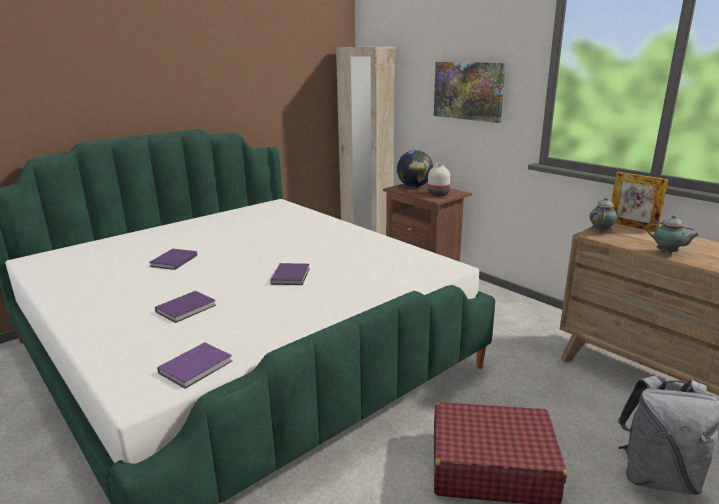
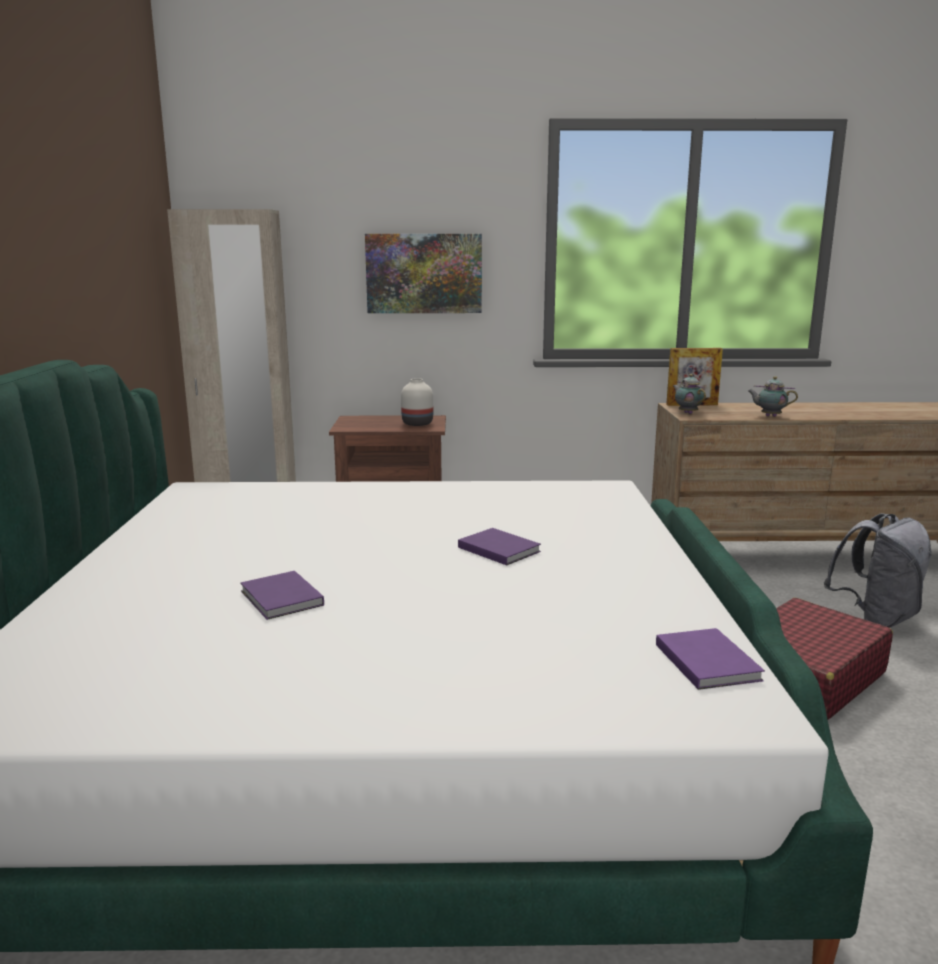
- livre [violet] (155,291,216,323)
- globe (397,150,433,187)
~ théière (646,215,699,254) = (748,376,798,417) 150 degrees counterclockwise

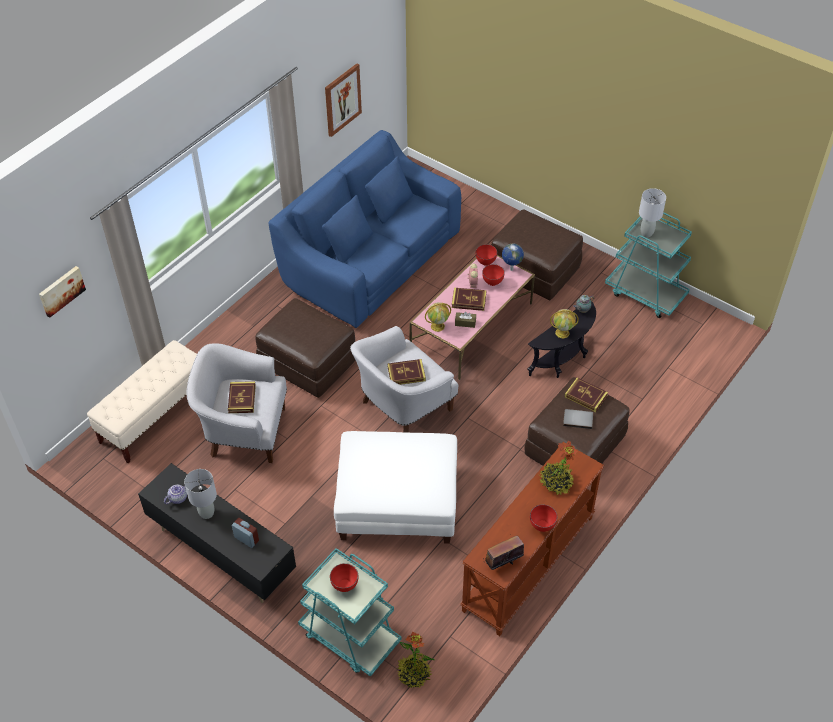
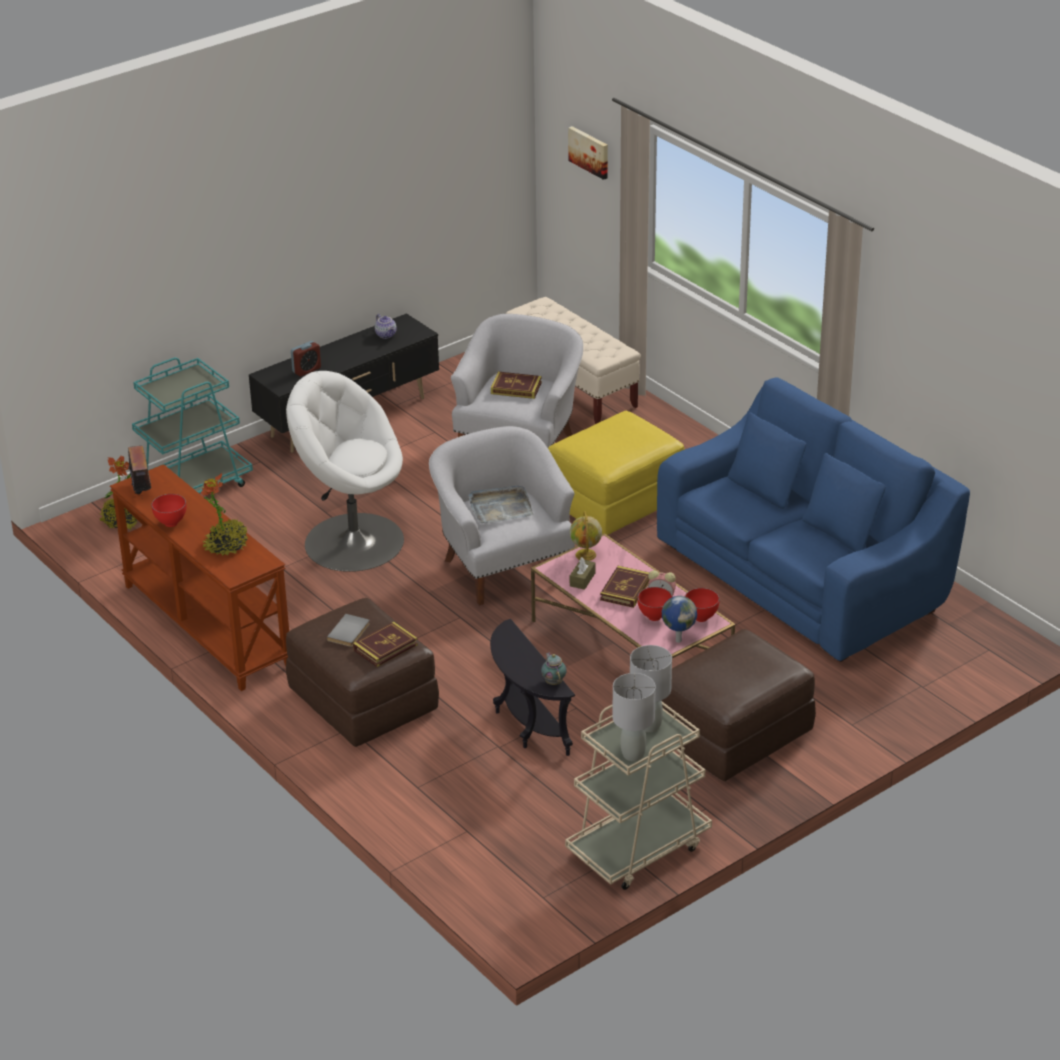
~ lampe de table [gris] (184,469,217,519) to (613,673,656,761)
~ pouf [marron] (255,298,355,398) to pouf [jaune] (548,411,685,535)
- tableau (325,63,362,137)
- bol [rouge] (330,563,358,592)
~ pouf [blanc] (334,431,457,544) to fauteuil [blanc] (286,371,404,572)
~ livre (387,359,426,385) to plateau [gris] (468,485,533,523)
- globe (550,309,579,338)
~ chariot [turquoise] (605,212,692,318) to chariot [beige] (565,702,712,890)

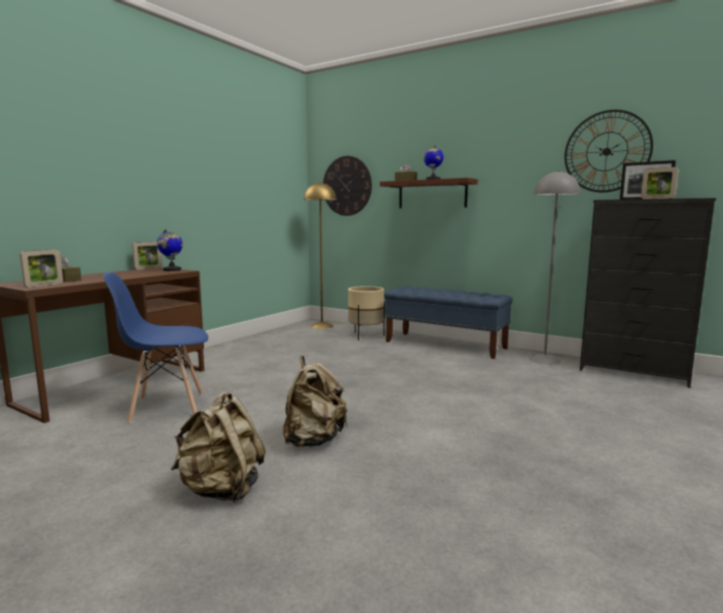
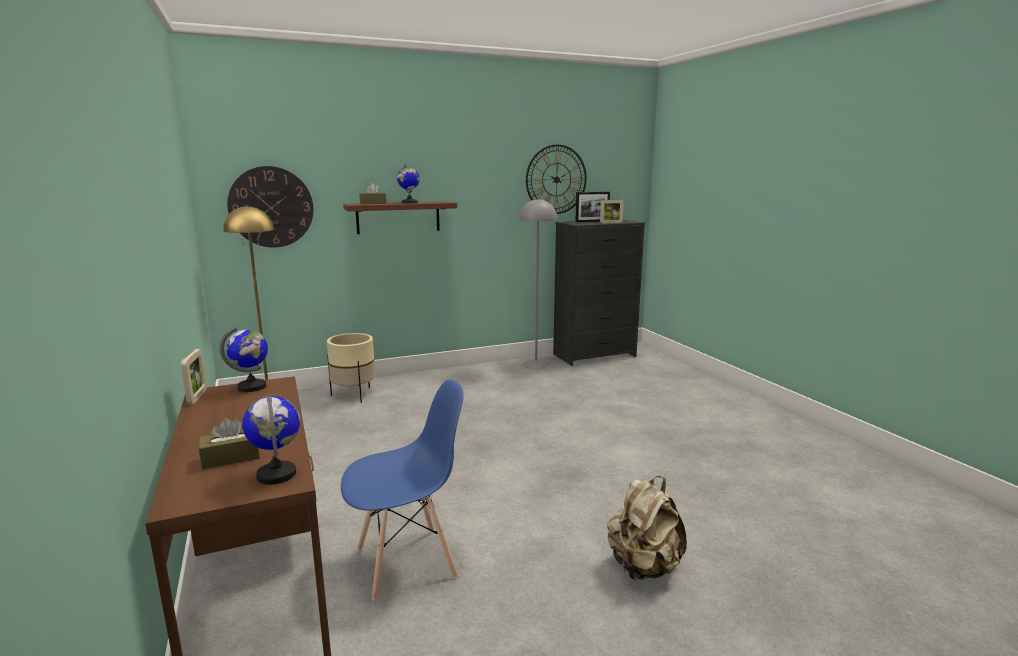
~ cadre photo (20,249,63,288) to globe (242,396,300,485)
~ chaise [bleu] (103,272,208,423) = (341,380,464,601) 135 degrees counterclockwise
- sac à dos [beige] (283,356,348,447)
- banc [bleu] (384,286,513,359)

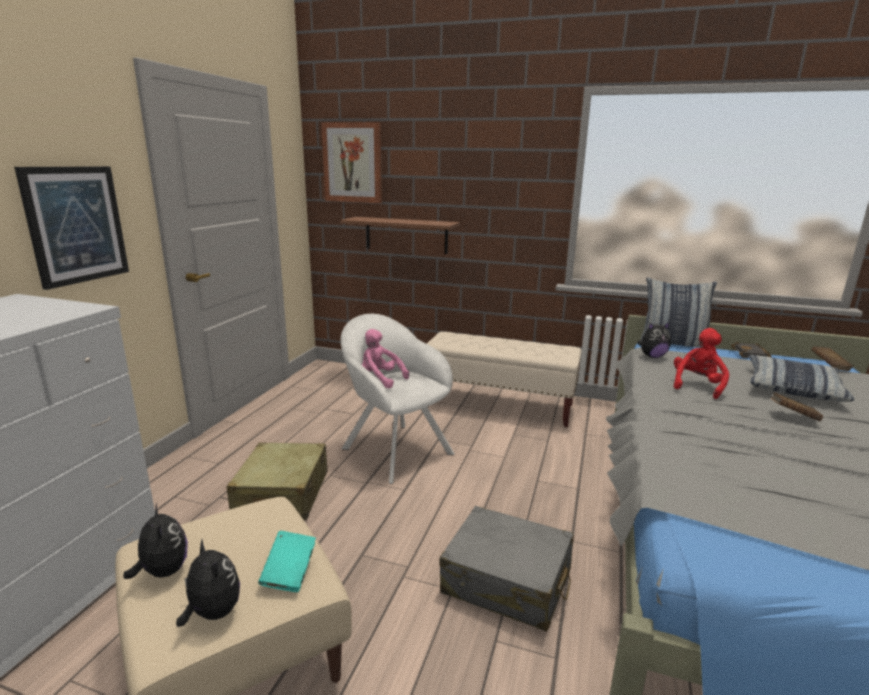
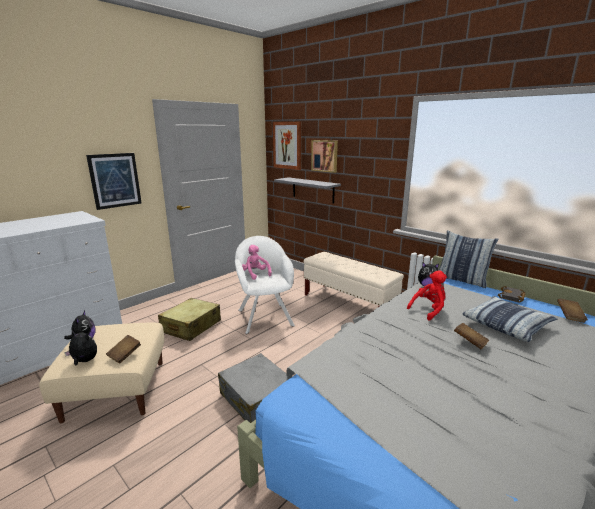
~ peluche (176,540,240,627) = (64,331,97,366) 60 degrees counterclockwise
~ livre [turquoise] (258,531,316,592) to livre [marron] (106,335,141,363)
~ étagère [marron] (341,217,460,254) to étagère [gris] (274,177,341,203)
+ tableau (311,140,338,173)

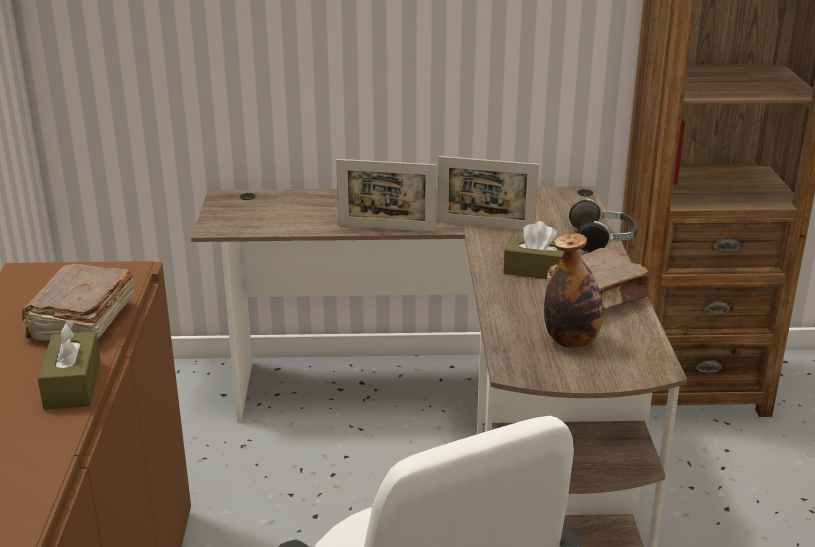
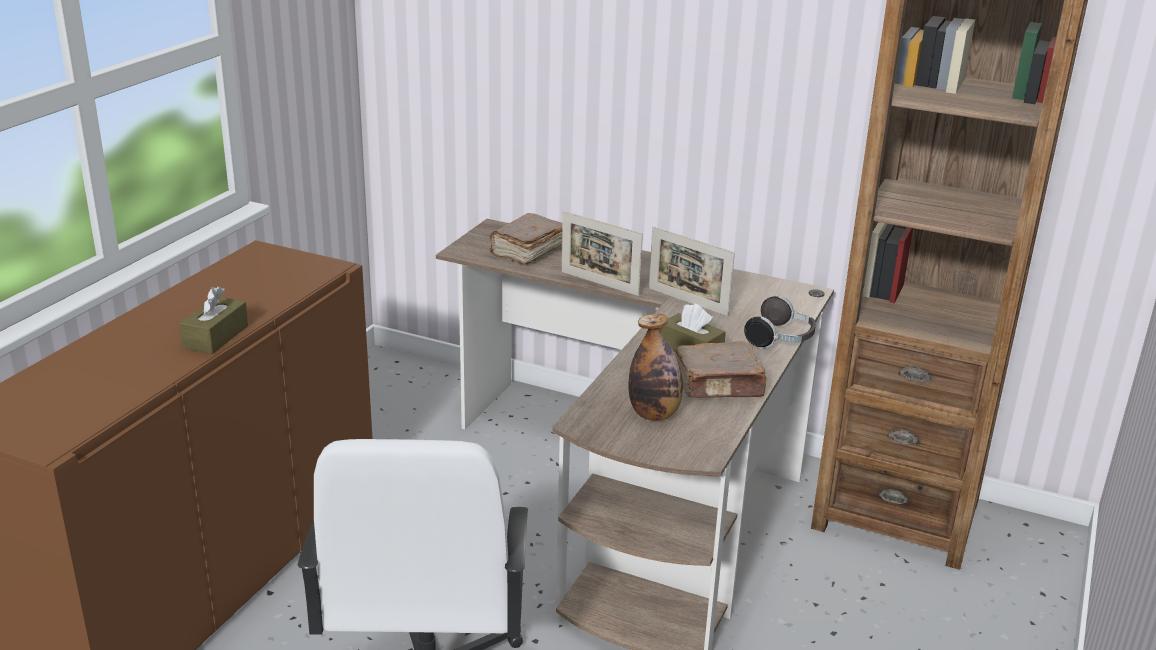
~ livre [marron] (22,264,135,343) to (490,213,562,266)

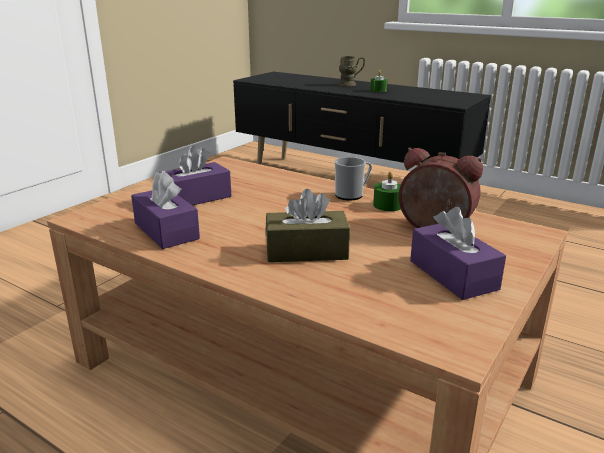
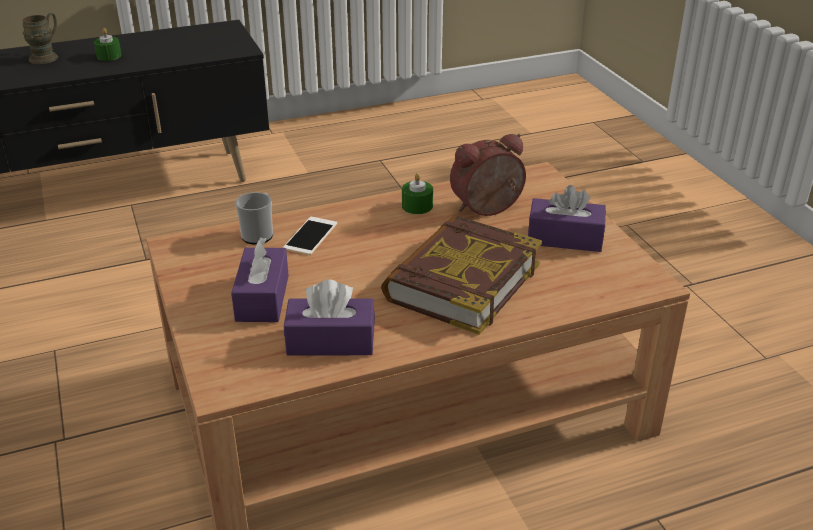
~ boîte à mouchoirs [marron] (266,189,350,262) to livre (381,215,542,335)
~ mug (334,157,372,200) to (235,192,273,245)
+ téléphone (283,217,337,255)

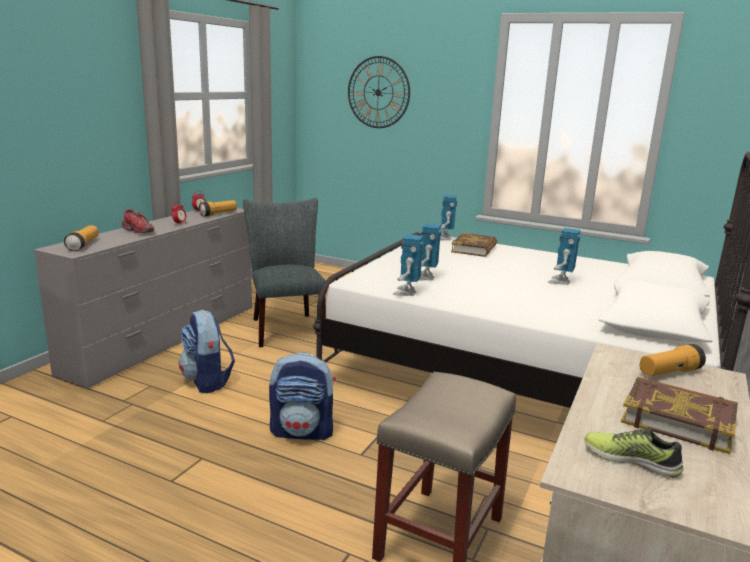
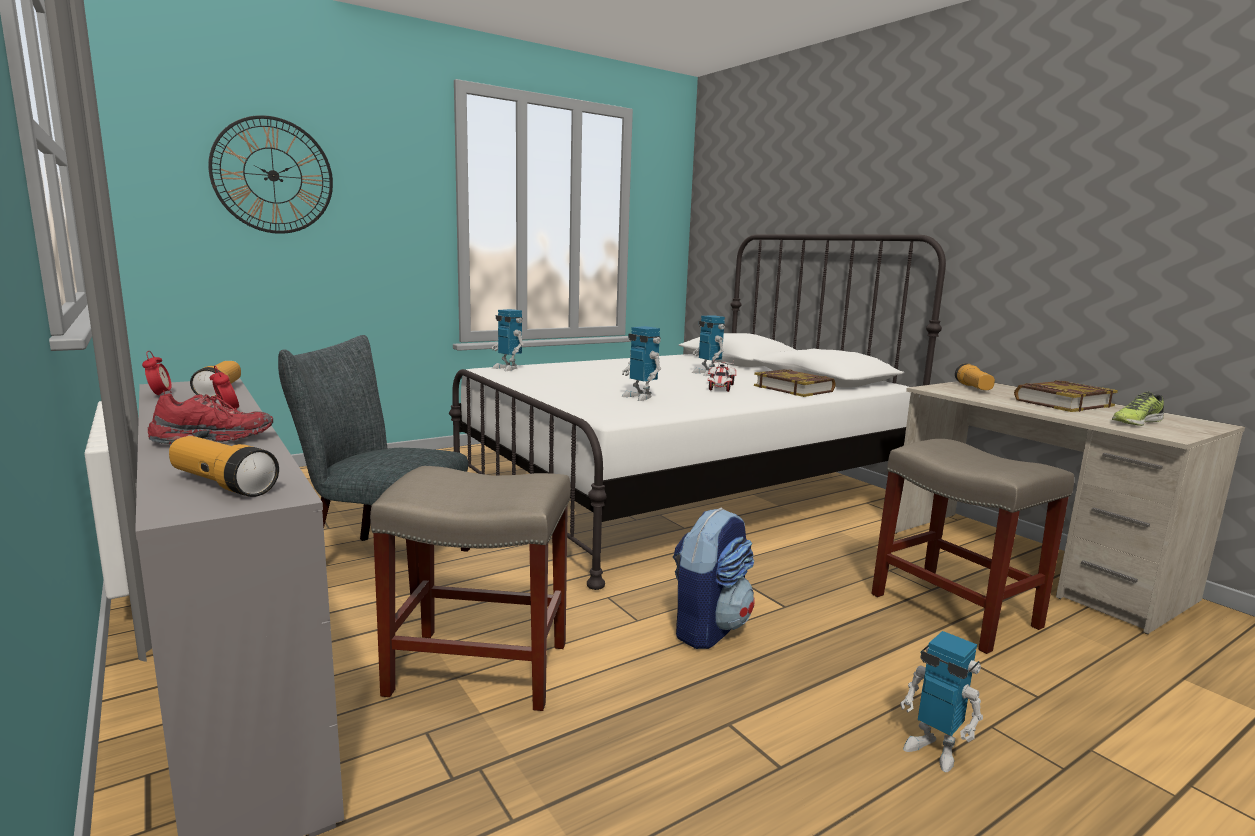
~ sac à dos (179,310,235,393) to tabouret [beige] (370,466,571,711)
~ robot jouet (393,234,423,296) to (900,631,983,772)
~ livre (451,233,497,257) to (754,369,836,397)
+ petite voiture (707,359,736,392)

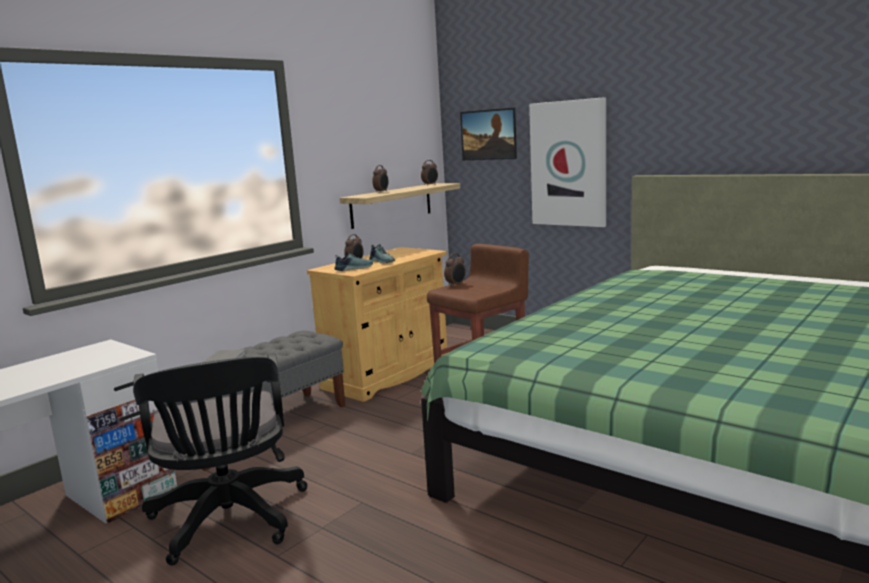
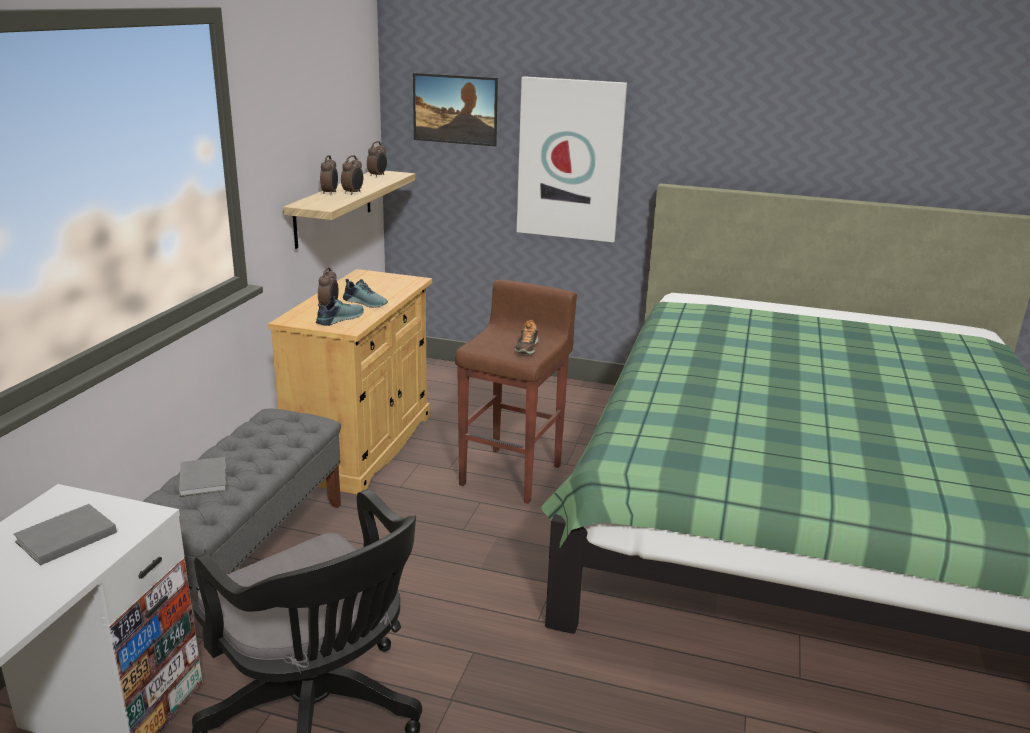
~ réveil (444,253,466,287) to (341,155,363,195)
+ livre [gris] (13,504,117,566)
+ chaussure (515,320,539,354)

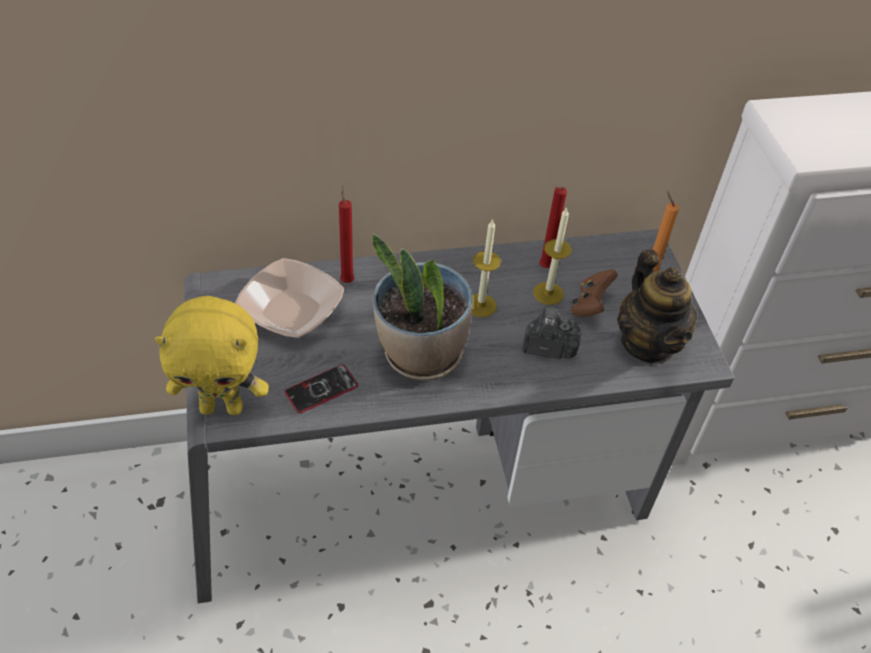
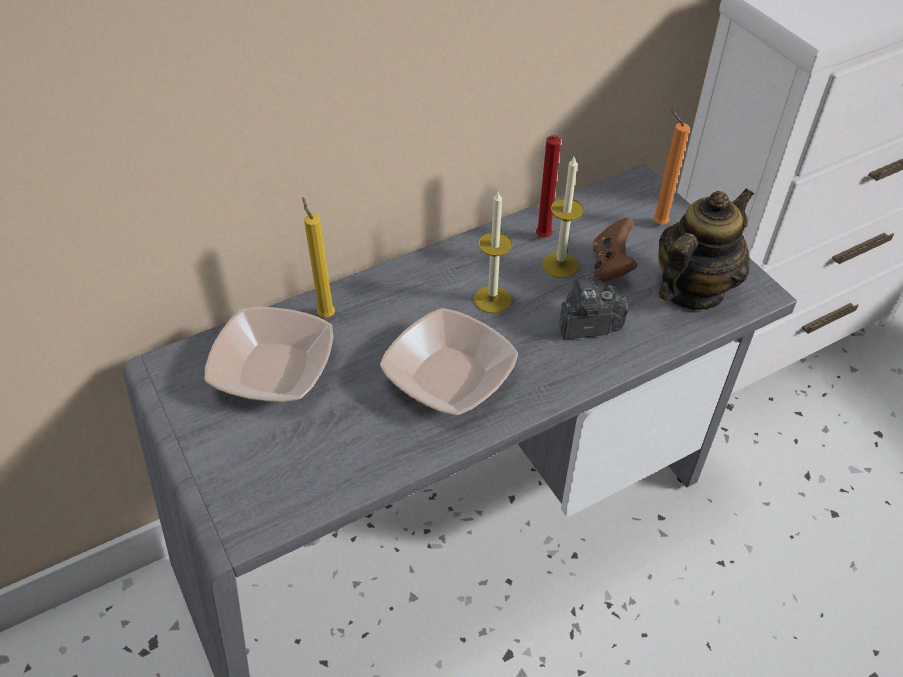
- peluche [jaune] (155,296,269,415)
- téléphone (285,364,358,413)
~ bougie [rouge] (339,186,354,283) to bougie [jaune] (302,198,335,318)
~ plante en pot (372,234,473,380) to bol (380,308,518,415)
~ théière (617,250,697,364) = (658,188,754,310) 105 degrees counterclockwise

